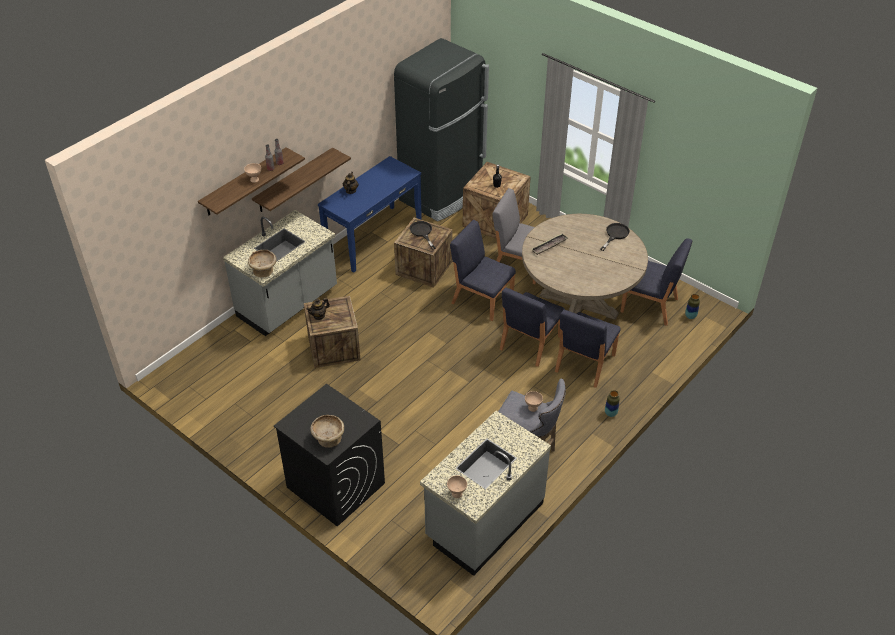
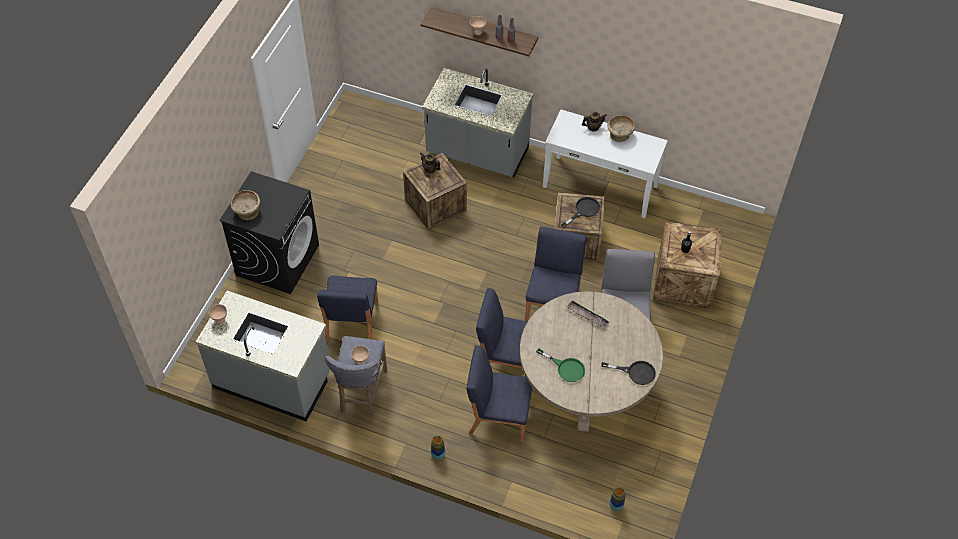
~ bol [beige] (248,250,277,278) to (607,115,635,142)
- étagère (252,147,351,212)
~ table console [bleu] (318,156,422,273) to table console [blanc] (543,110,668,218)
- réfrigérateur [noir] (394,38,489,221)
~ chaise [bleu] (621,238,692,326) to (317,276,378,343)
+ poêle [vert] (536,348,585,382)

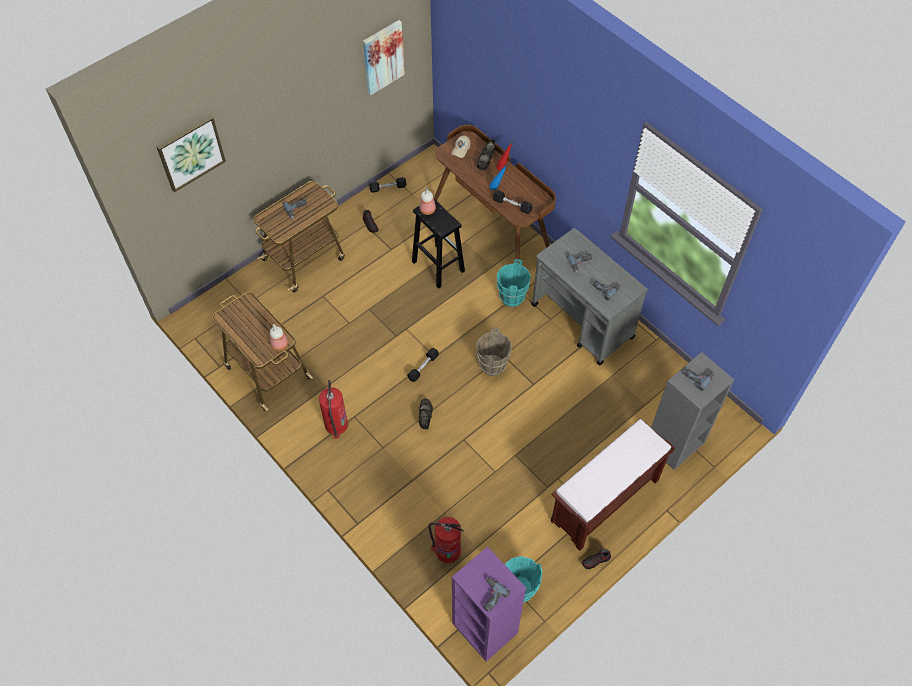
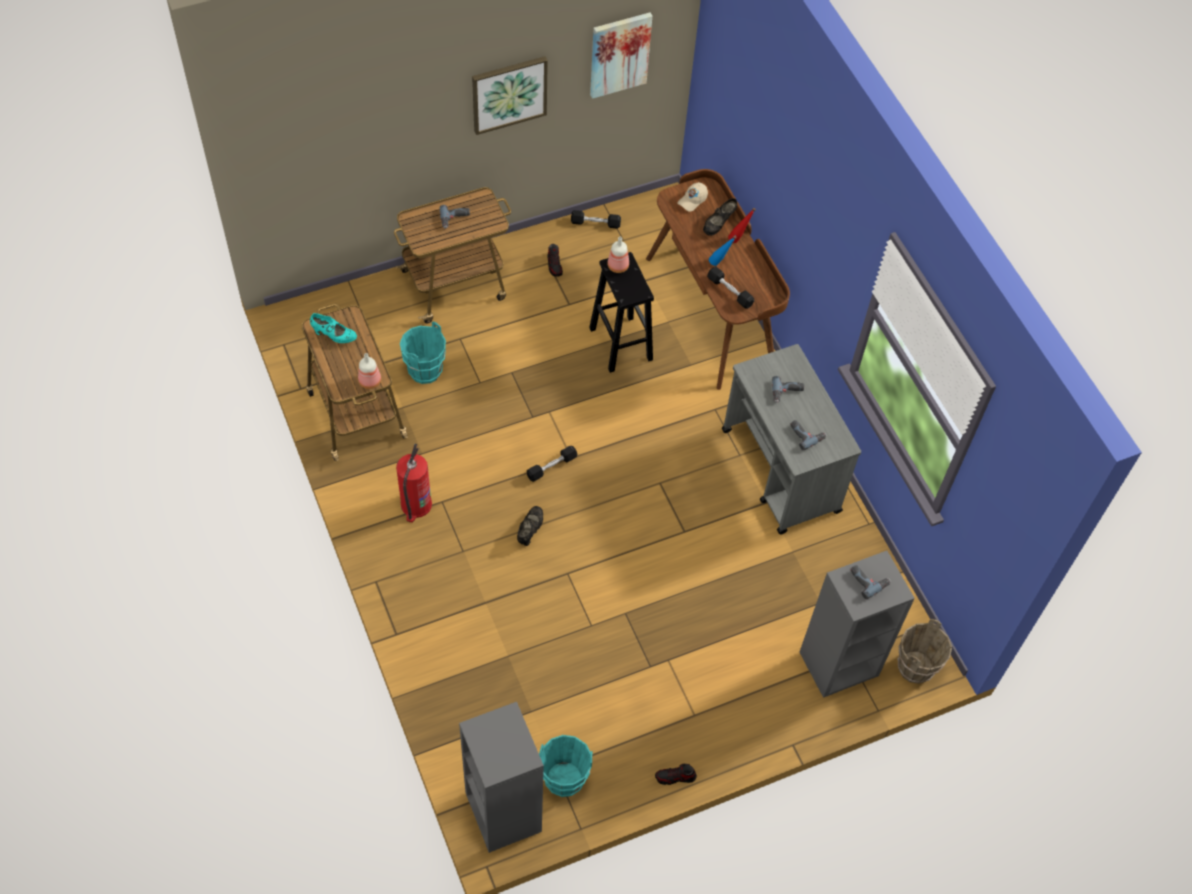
~ tableau (157,115,226,192) to (472,56,548,135)
- extincteur (428,517,464,563)
~ bibliothèque [violet] (452,546,526,662) to bibliothèque [gris] (459,702,544,853)
~ seau [marron] (476,327,512,376) to (898,619,952,684)
- perceuse (483,577,510,612)
~ seau [turquoise] (497,259,531,307) to (400,321,446,384)
- banc [marron] (551,418,675,551)
+ chaussure [turquoise] (310,313,357,343)

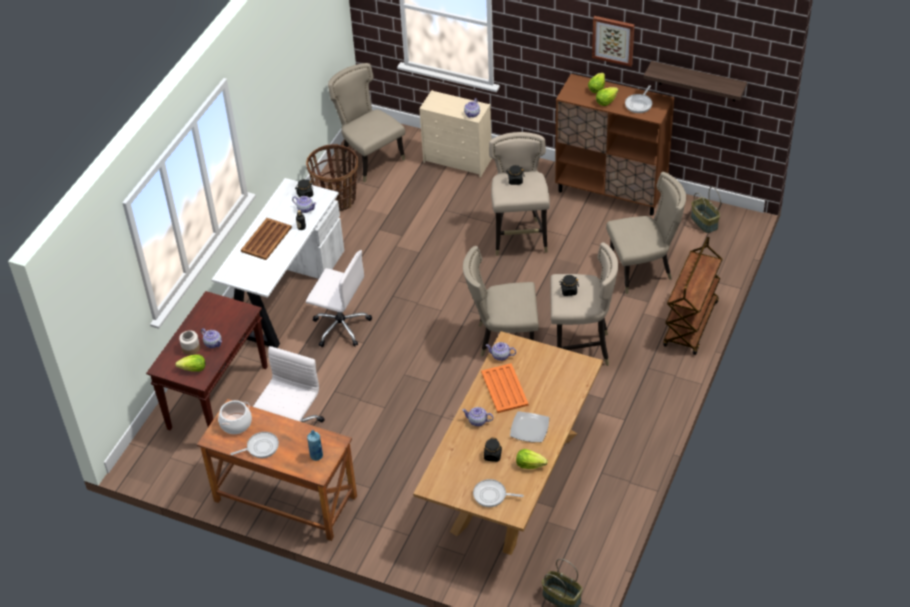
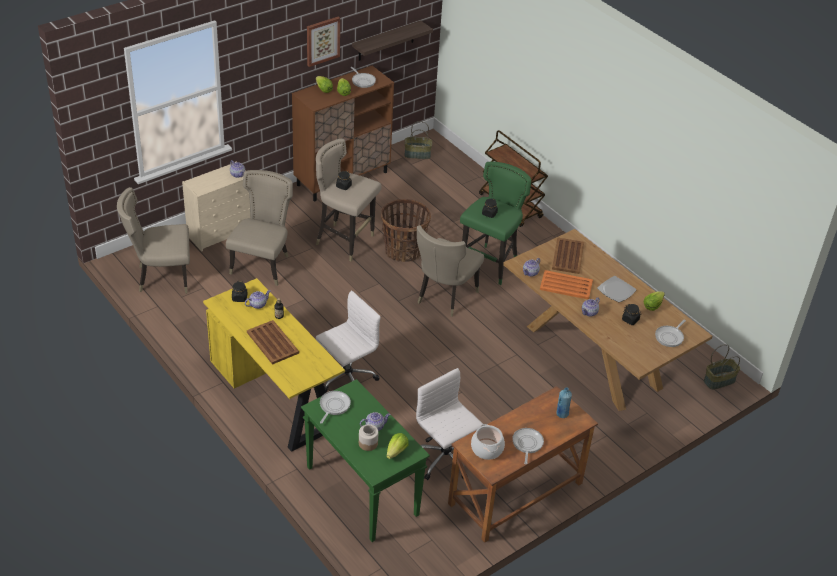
~ table console [marron] (146,291,268,430) to table console [vert] (301,379,430,542)
~ bureau [blanc] (211,178,344,348) to bureau [jaune] (203,278,345,452)
~ panier (306,144,358,211) to (381,199,431,262)
~ tabouret [beige] (550,242,618,366) to tabouret [vert] (460,162,531,285)
~ chaise [beige] (606,172,686,294) to (226,170,293,286)
+ poêle (320,391,351,424)
+ plateau [marron] (552,238,584,274)

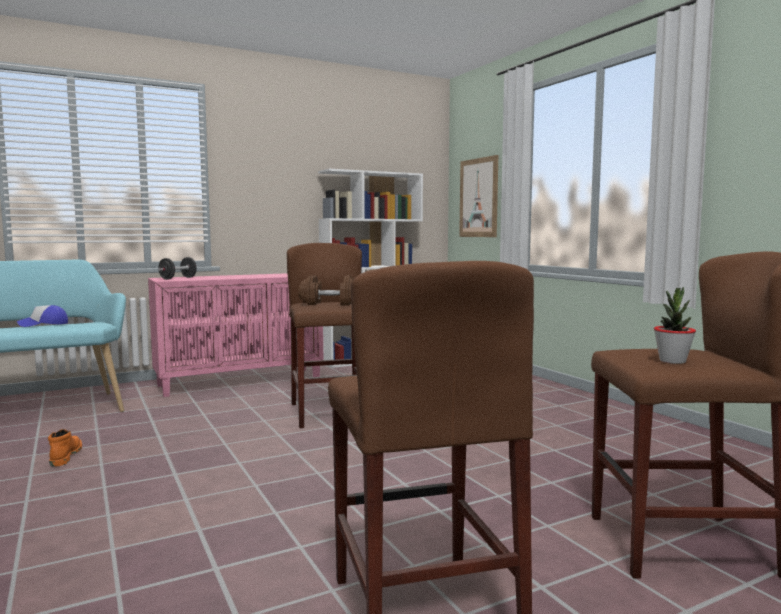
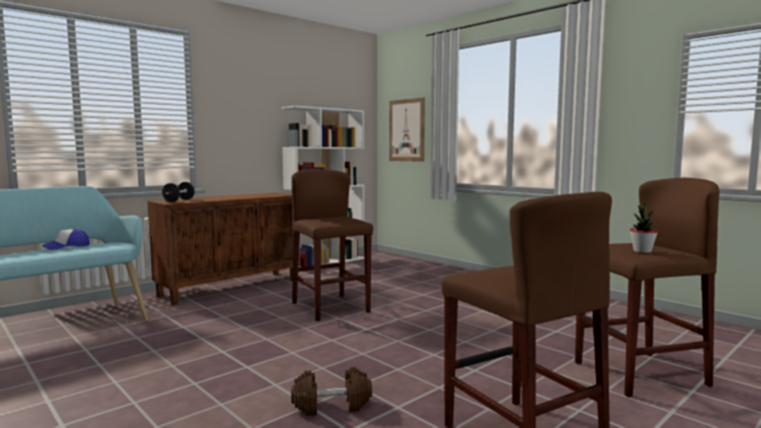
- botte [orange] (48,429,82,467)
~ meuble de rangement [rose] (148,273,323,397) to meuble de rangement [marron] (148,193,300,306)
~ haltère [marron] (298,275,354,306) to (291,367,372,416)

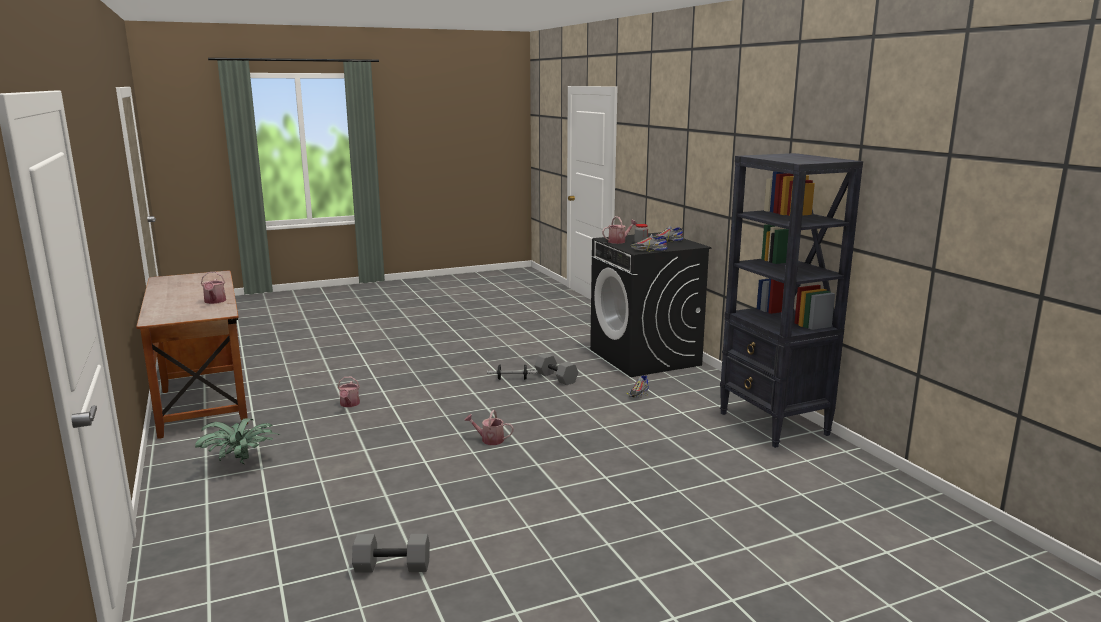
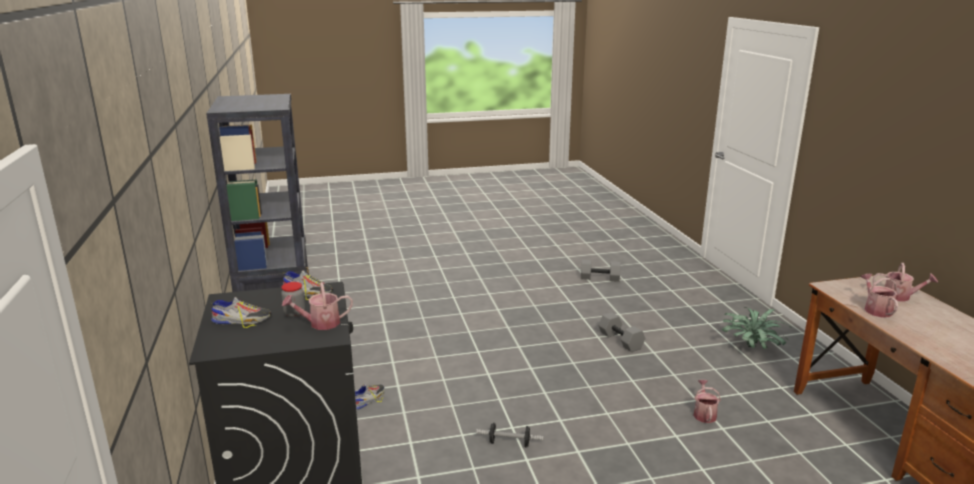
~ arrosoir (464,410,514,445) to (873,263,938,302)
~ haltère [gris] (535,353,579,385) to (598,312,645,352)

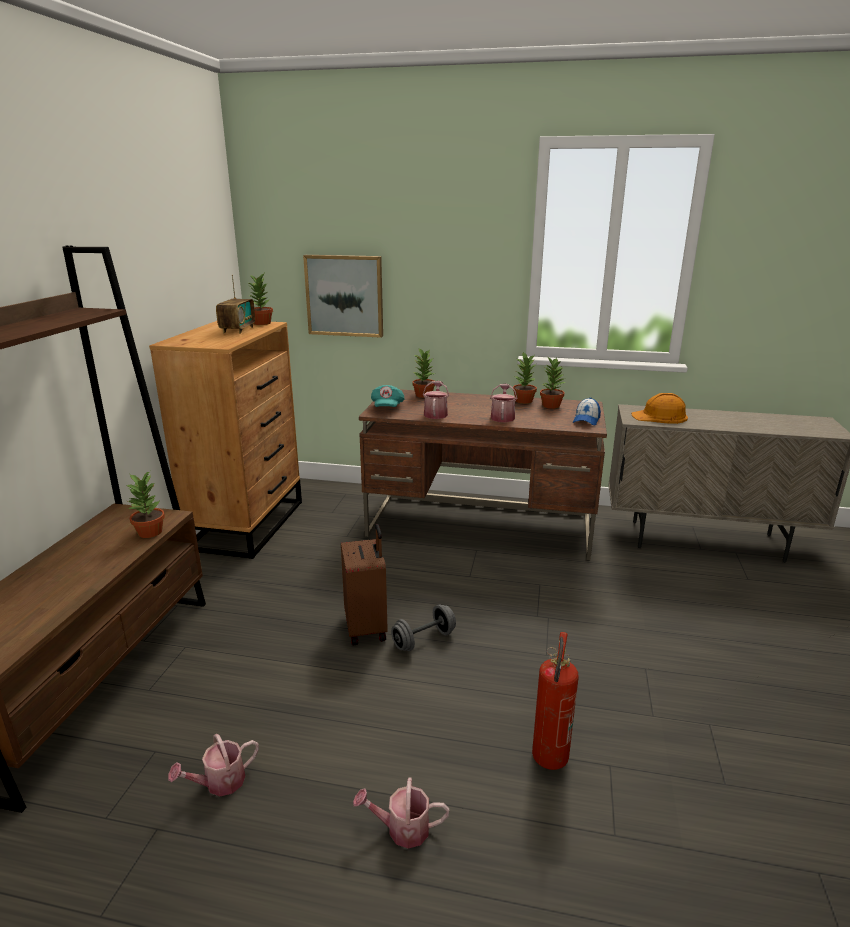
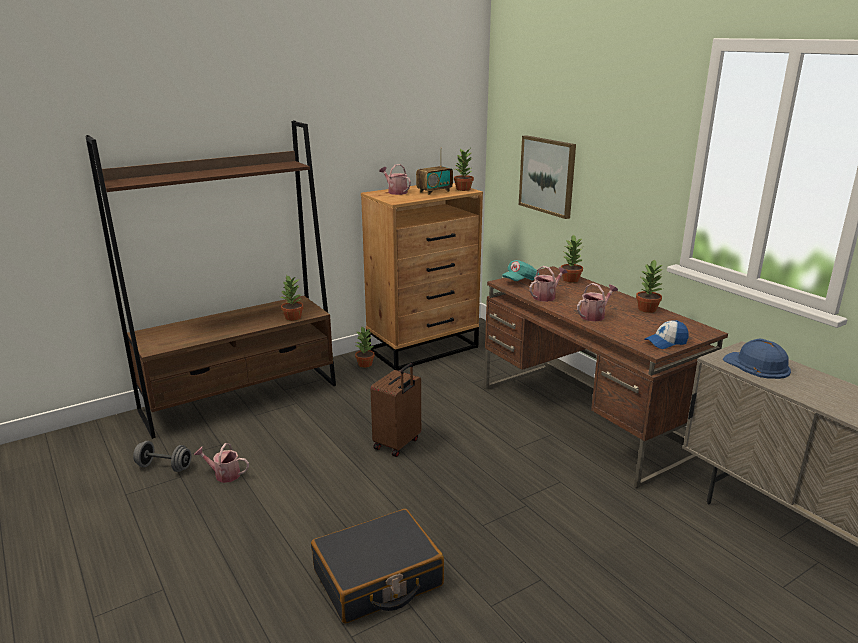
~ arrosoir (353,778,449,849) to (379,164,411,195)
~ haltère [gris] (391,605,456,651) to (133,441,191,472)
~ extincteur (532,632,579,770) to valise [noir] (311,509,444,624)
~ plante en pot (540,357,566,409) to (355,327,375,368)
~ casque de chantier [orange] (631,393,688,424) to casque de chantier [bleu] (723,339,791,379)

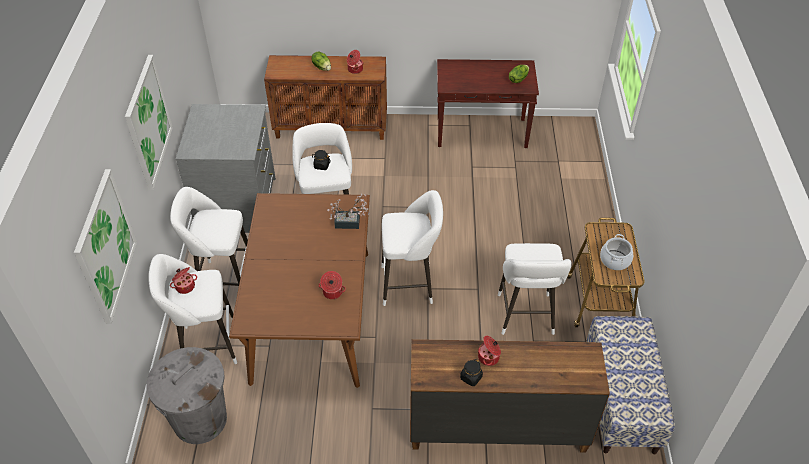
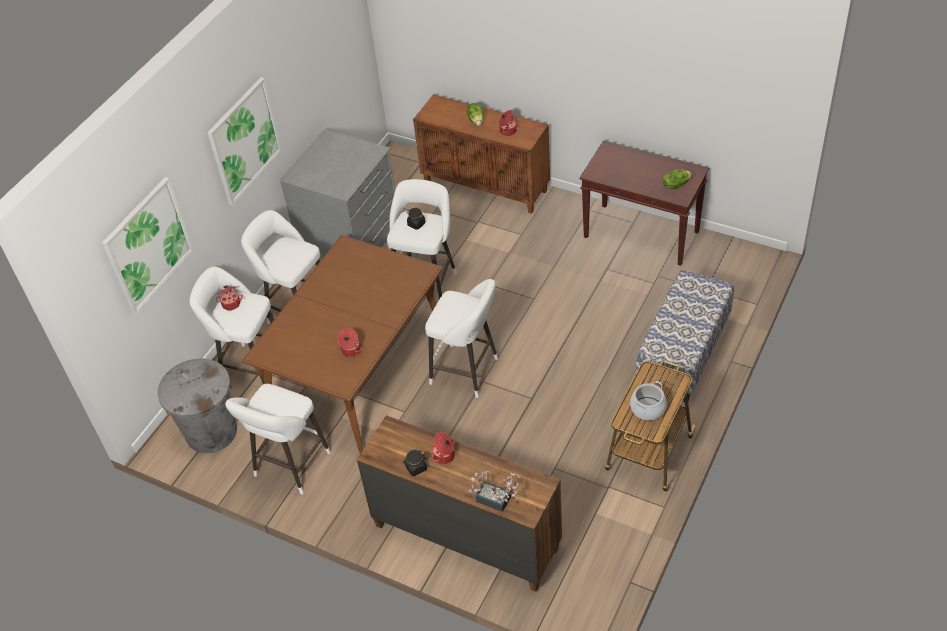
~ plante en pot (327,194,370,229) to (468,471,520,512)
~ tabouret [blanc] (498,243,572,335) to (225,384,331,495)
~ banc (587,316,675,454) to (636,270,734,403)

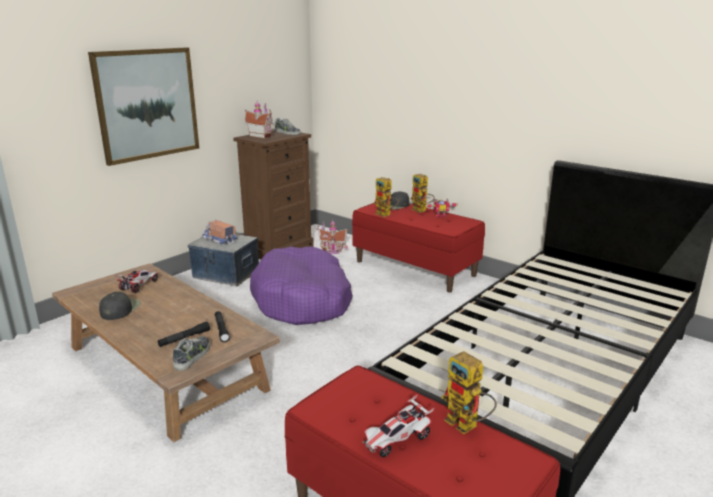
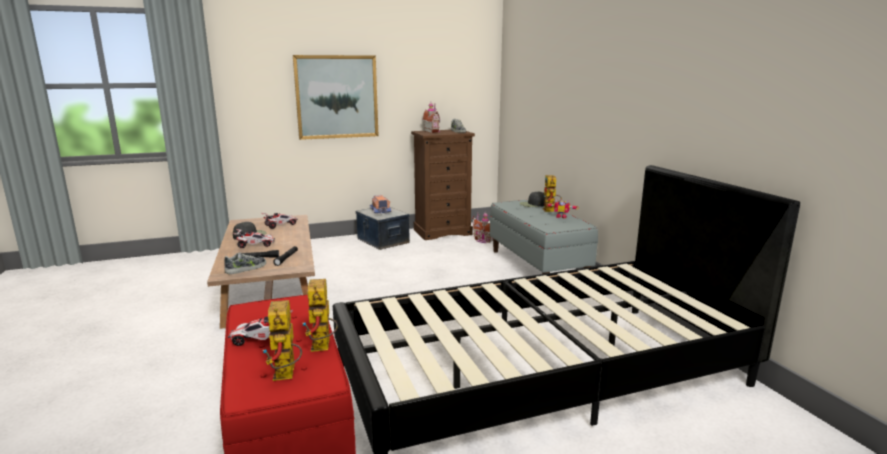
- panier pour chien [violet] (250,246,353,325)
~ banc [rouge] (352,203,485,292) to banc [gris] (490,200,598,274)
~ robot jouet (373,177,399,217) to (263,300,302,381)
+ petite voiture (234,229,275,248)

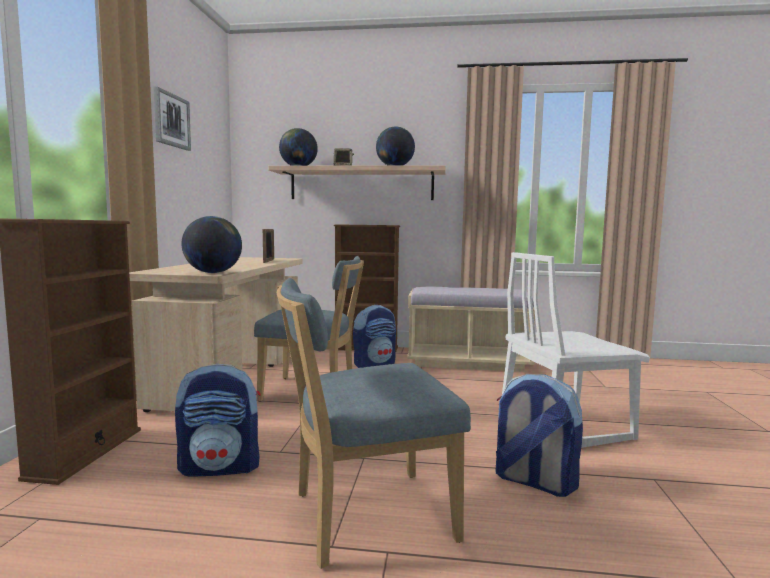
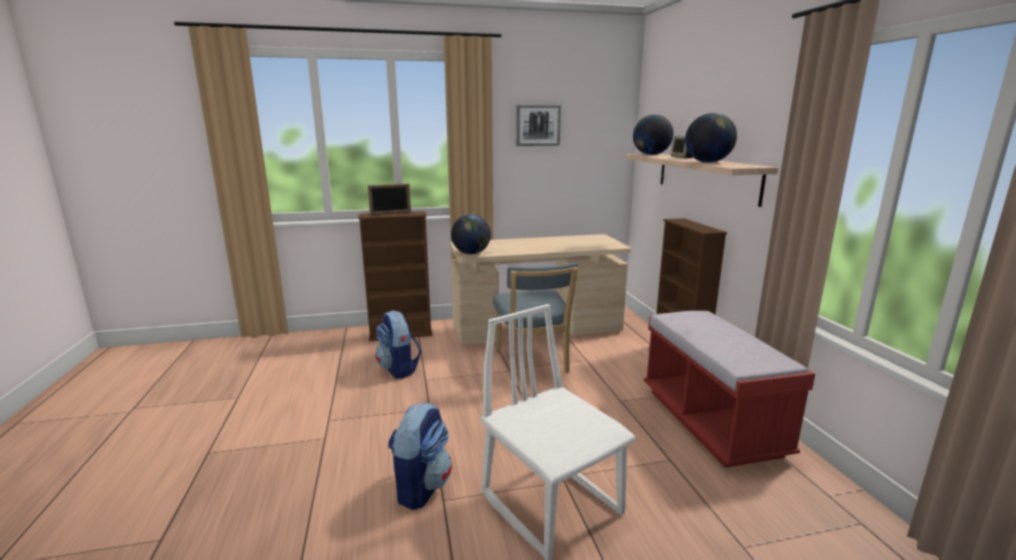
~ cadre photo (263,229,274,263) to (368,184,411,215)
- chaise [bleu] (277,278,471,569)
- sac à dos (353,305,396,368)
~ banc [beige] (407,287,535,372) to banc [rouge] (644,311,815,467)

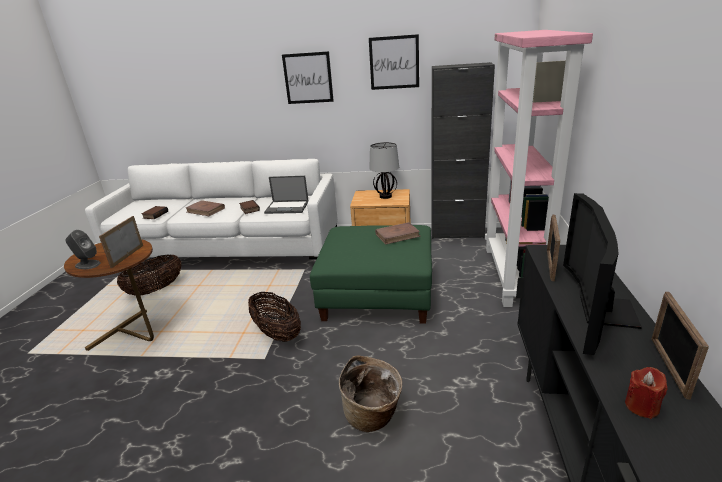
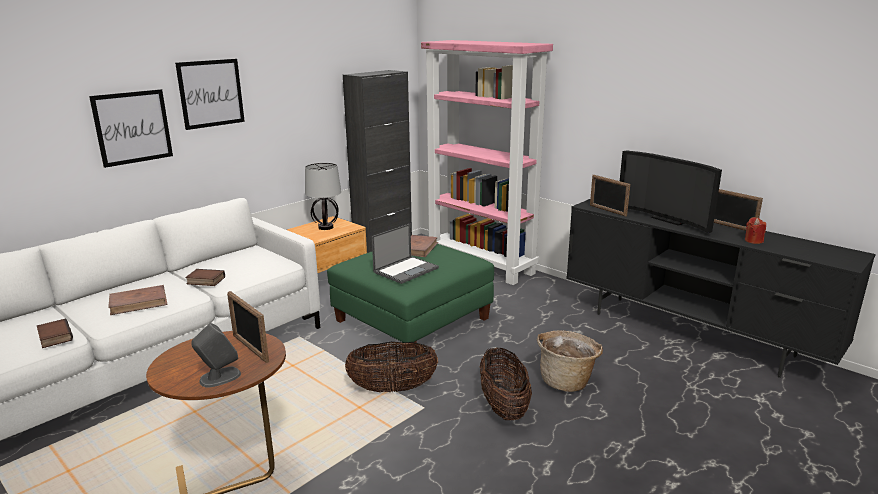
~ panier (117,254,181,296) to (480,347,532,420)
~ ordinateur portable (264,176,309,214) to (372,224,439,284)
~ tableau (369,34,419,90) to (89,89,173,168)

